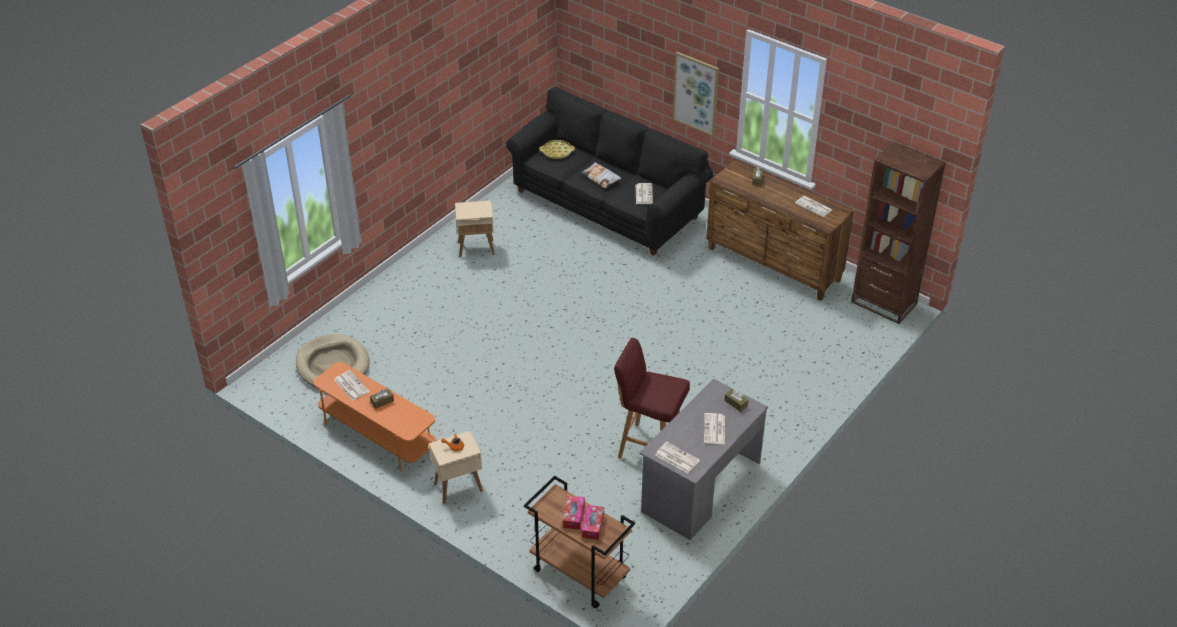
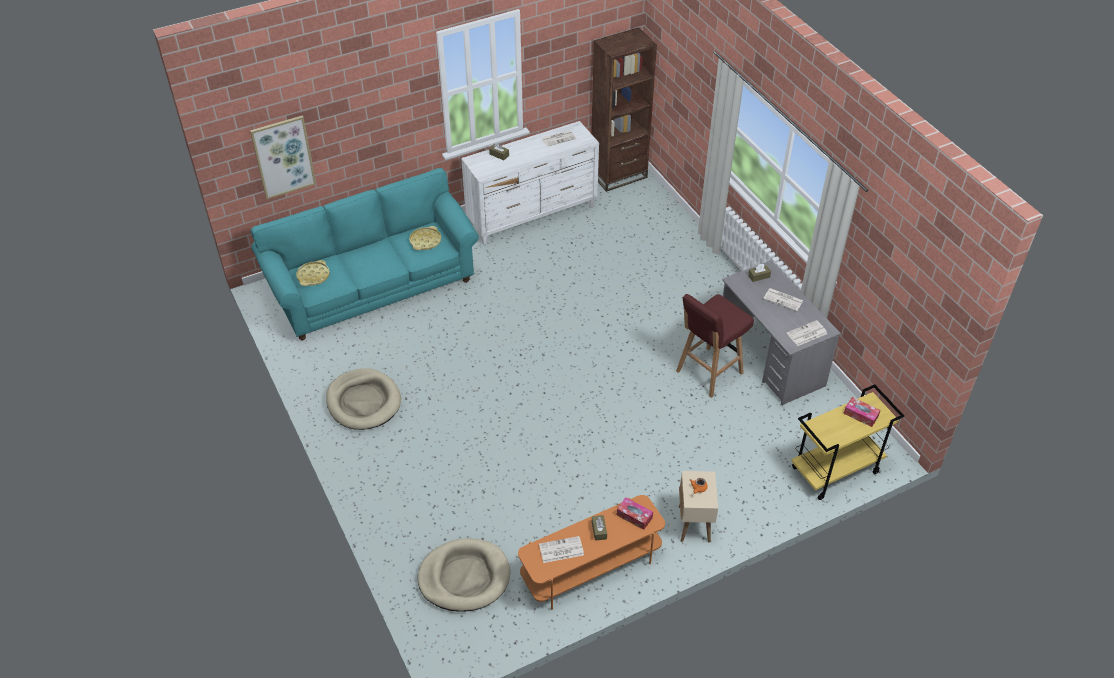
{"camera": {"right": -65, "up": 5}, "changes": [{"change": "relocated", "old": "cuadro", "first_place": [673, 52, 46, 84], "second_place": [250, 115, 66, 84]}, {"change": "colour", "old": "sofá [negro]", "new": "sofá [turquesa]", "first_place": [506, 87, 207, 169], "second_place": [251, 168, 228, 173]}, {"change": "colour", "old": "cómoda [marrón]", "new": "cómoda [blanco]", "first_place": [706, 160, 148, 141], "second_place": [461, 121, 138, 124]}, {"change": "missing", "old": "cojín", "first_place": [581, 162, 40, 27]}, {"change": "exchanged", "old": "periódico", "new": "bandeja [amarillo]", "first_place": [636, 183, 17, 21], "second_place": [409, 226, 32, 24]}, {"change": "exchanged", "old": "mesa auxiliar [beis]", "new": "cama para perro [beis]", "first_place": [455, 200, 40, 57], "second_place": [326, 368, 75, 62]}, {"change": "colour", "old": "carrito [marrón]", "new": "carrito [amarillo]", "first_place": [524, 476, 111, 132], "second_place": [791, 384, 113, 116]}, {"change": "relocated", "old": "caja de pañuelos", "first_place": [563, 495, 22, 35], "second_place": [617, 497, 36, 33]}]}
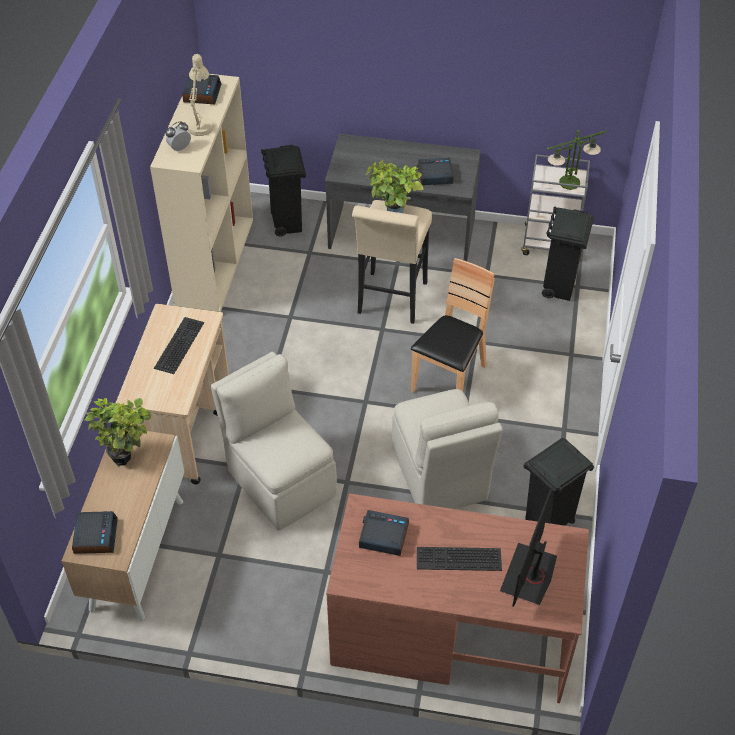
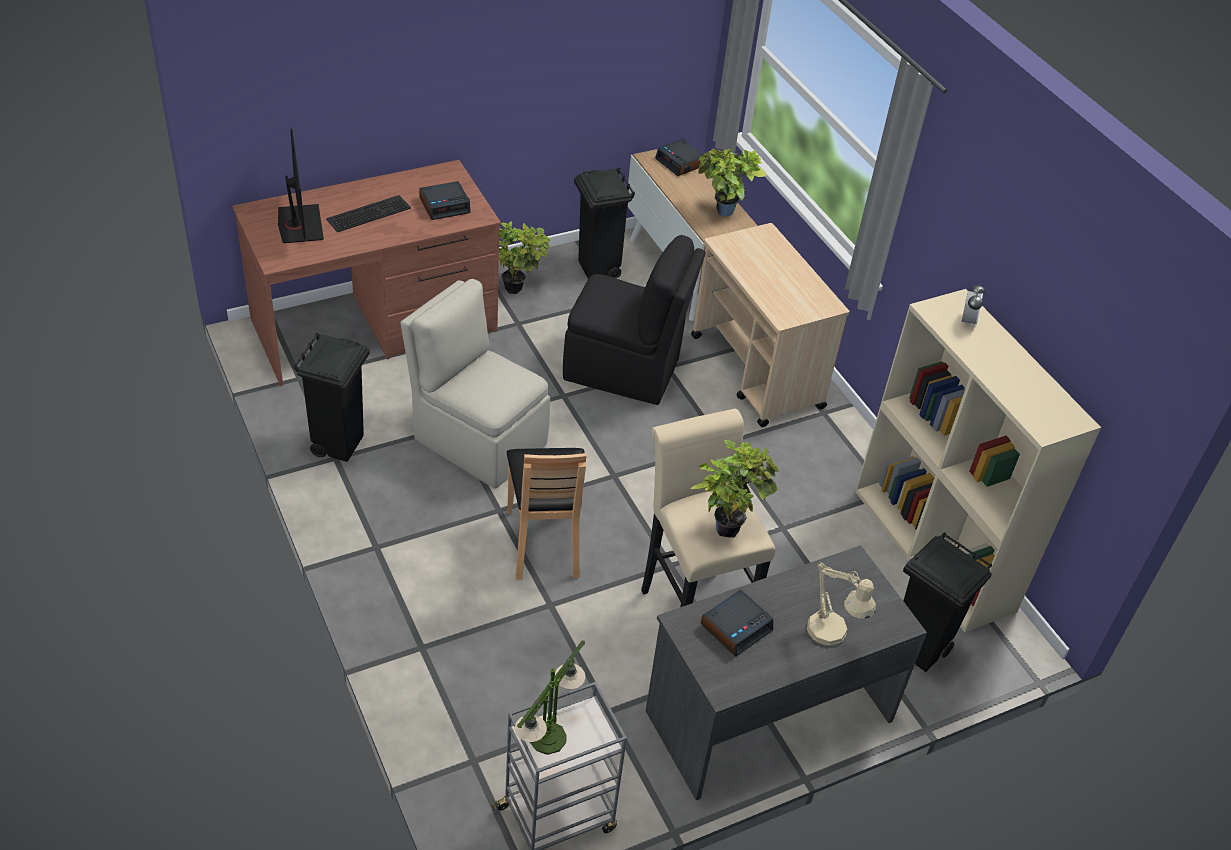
{"camera": {"right": 140, "up": -5}, "changes": [{"change": "relocated", "old": "lámpara de mesa [beis]", "first_place": [188, 54, 26, 82], "second_place": [807, 562, 69, 84]}, {"change": "missing", "old": "despertador", "first_place": [182, 75, 39, 29]}, {"change": "relocated", "old": "papelera [negro]", "first_place": [542, 206, 52, 95], "second_place": [574, 167, 61, 112]}, {"change": "missing", "old": "teclado", "first_place": [154, 317, 50, 57]}, {"change": "colour", "old": "silla [beis]", "new": "silla [negro]", "first_place": [211, 352, 126, 179], "second_place": [563, 235, 143, 170]}, {"change": "appeared", "new": "planta en maceta", "second_place": [499, 221, 51, 73]}]}
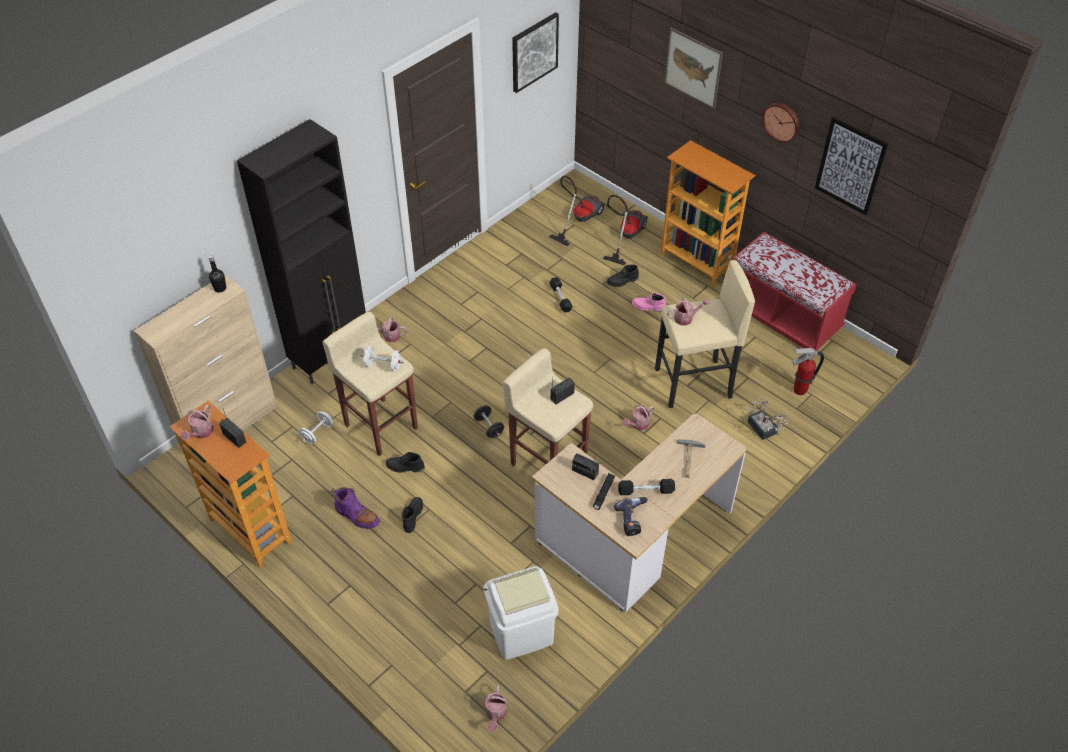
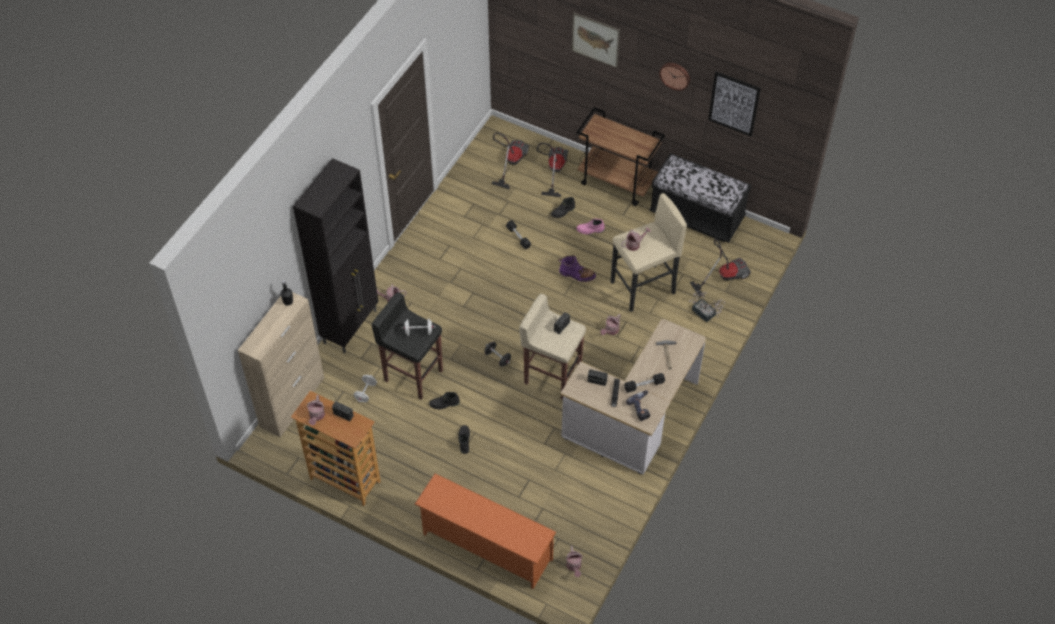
{"camera": {"right": -15, "up": 5}, "changes": [{"change": "missing", "old": "cuadro", "first_place": [512, 12, 47, 81]}, {"change": "exchanged", "old": "estantería", "new": "carrito [marrón]", "first_place": [661, 140, 95, 147], "second_place": [577, 107, 88, 99]}, {"change": "colour", "old": "banco [rojo]", "new": "banco [negro]", "first_place": [732, 232, 125, 119], "second_place": [649, 153, 102, 90]}, {"change": "colour", "old": "taburete [beis]", "new": "taburete [negro]", "first_place": [323, 312, 95, 144], "second_place": [371, 292, 72, 108]}, {"change": "exchanged", "old": "extintor", "new": "aspiradora", "first_place": [792, 348, 32, 47], "second_place": [690, 239, 61, 57]}, {"change": "relocated", "old": "bota [morado]", "first_place": [331, 487, 49, 42], "second_place": [558, 255, 38, 27]}, {"change": "missing", "old": "papelera [blanco]", "first_place": [484, 566, 75, 94]}, {"change": "appeared", "new": "zapatero [naranja]", "second_place": [415, 473, 141, 116]}]}
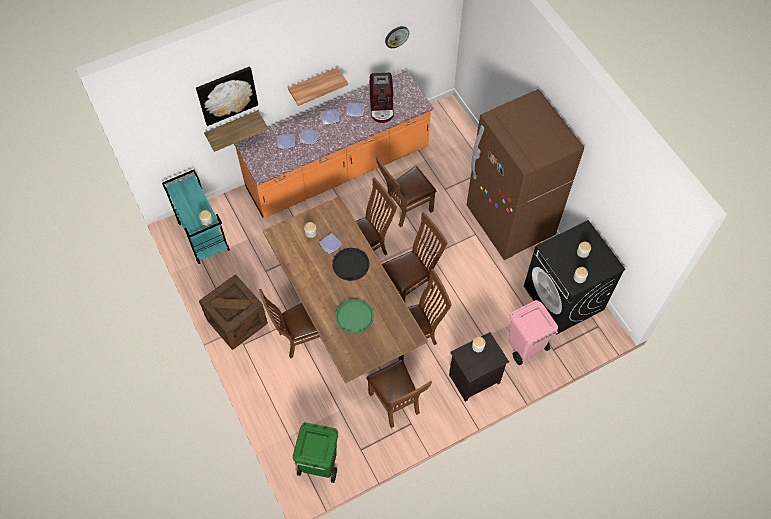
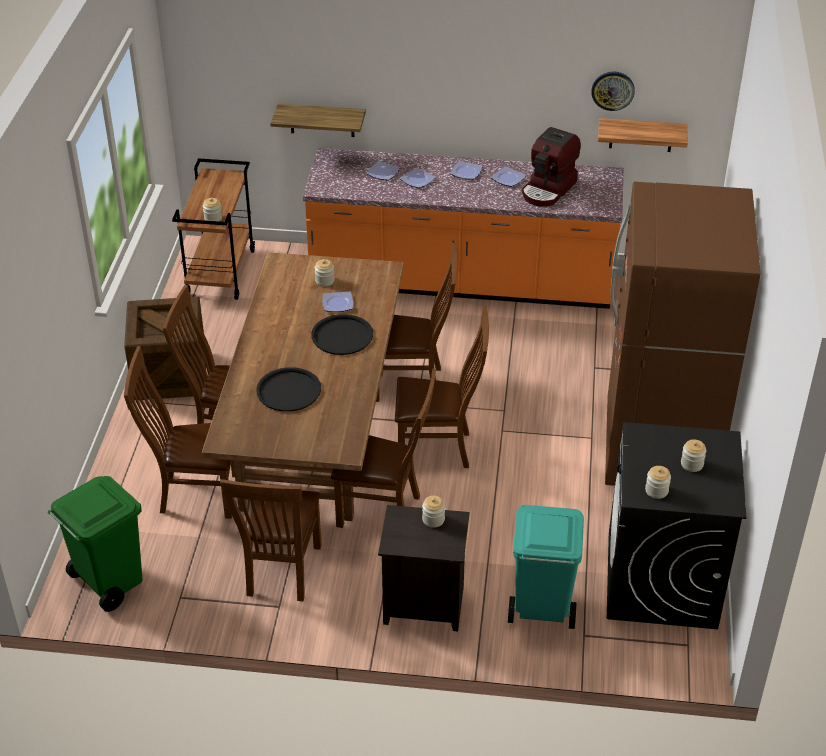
{"camera": {"right": 35, "up": -20}, "changes": [{"change": "missing", "old": "cuadro", "first_place": [196, 66, 62, 60]}, {"change": "relocated", "old": "estante", "first_place": [288, 67, 60, 39], "second_place": [598, 118, 90, 34]}, {"change": "relocated", "old": "silla [marrón]", "first_place": [376, 156, 61, 71], "second_place": [124, 346, 111, 172]}, {"change": "colour", "old": "carrito [turquesa]", "new": "carrito [marrón]", "first_place": [162, 170, 68, 94], "second_place": [172, 158, 83, 142]}, {"change": "colour", "old": "bandeja [verde]", "new": "bandeja [negro]", "first_place": [336, 299, 38, 35], "second_place": [256, 367, 65, 45]}, {"change": "colour", "old": "papelera [rosa]", "new": "papelera [turquesa]", "first_place": [509, 300, 49, 65], "second_place": [508, 505, 76, 124]}]}
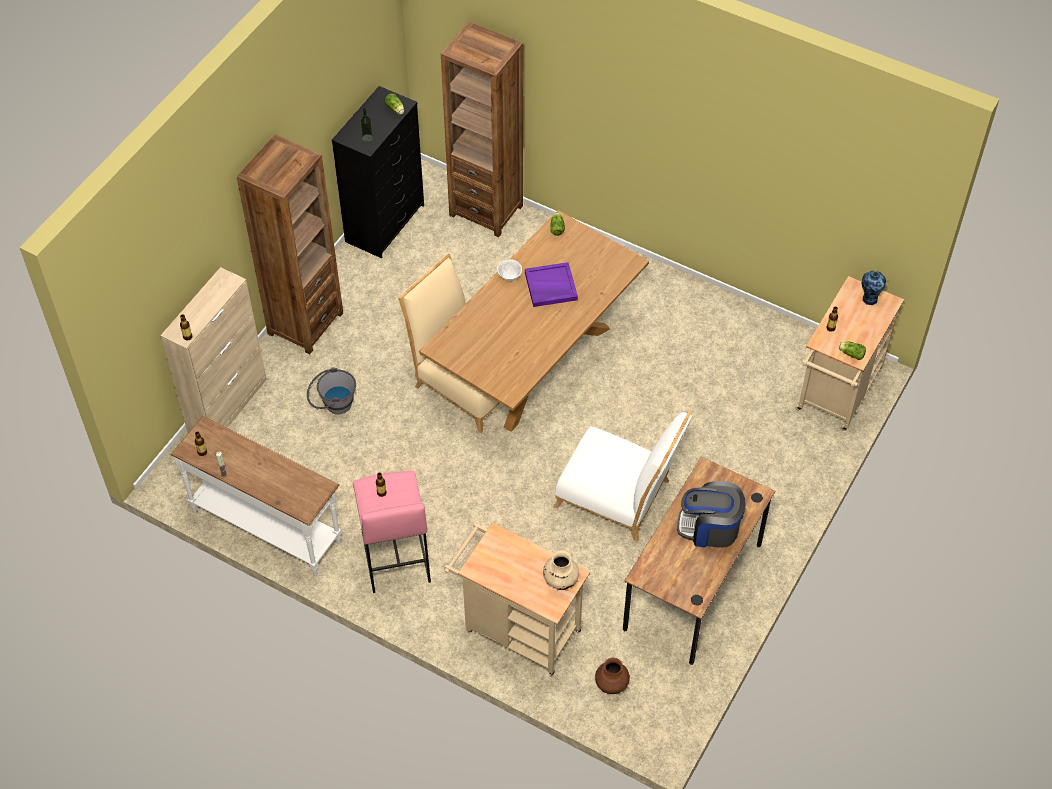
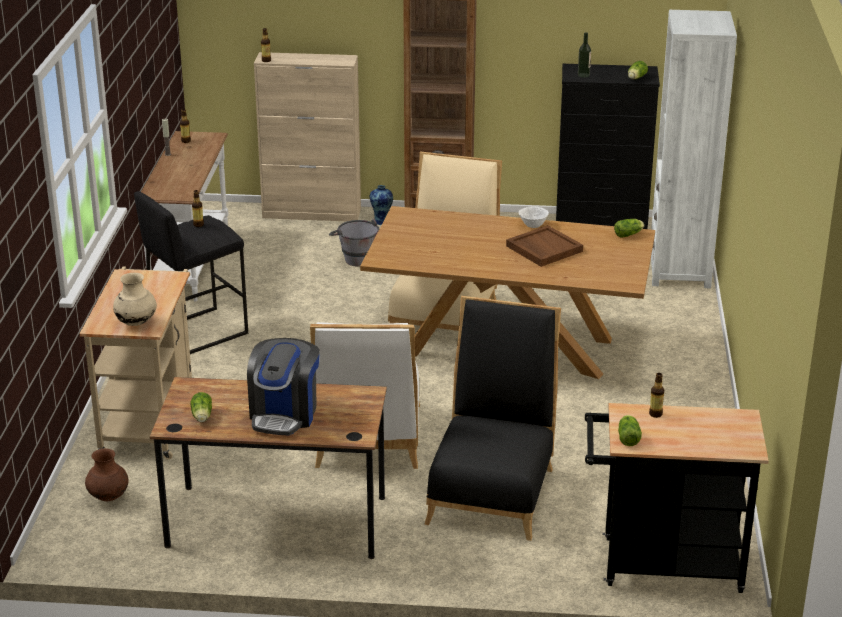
{"camera": {"right": 65, "up": -25}, "changes": [{"change": "colour", "old": "estantería [marrón]", "new": "estantería [blanco]", "first_place": [441, 22, 82, 215], "second_place": [651, 10, 86, 279]}, {"change": "colour", "old": "bandeja [morado]", "new": "bandeja [marrón]", "first_place": [525, 262, 53, 45], "second_place": [506, 225, 77, 42]}, {"change": "relocated", "old": "florero", "first_place": [862, 271, 24, 34], "second_place": [370, 185, 23, 40]}, {"change": "colour", "old": "carrito [beis]", "new": "carrito [negro]", "first_place": [795, 276, 109, 155], "second_place": [585, 403, 184, 190]}, {"change": "colour", "old": "taburete [rosa]", "new": "taburete [negro]", "first_place": [353, 471, 78, 122], "second_place": [134, 191, 114, 163]}, {"change": "spun", "old": "cafetera", "first_place": [677, 481, 69, 67], "second_place": [247, 338, 73, 98], "degrees": -150}, {"change": "appeared", "new": "silla [negro]", "second_place": [424, 296, 137, 245]}, {"change": "appeared", "new": "lechuga", "second_place": [190, 392, 22, 30]}]}
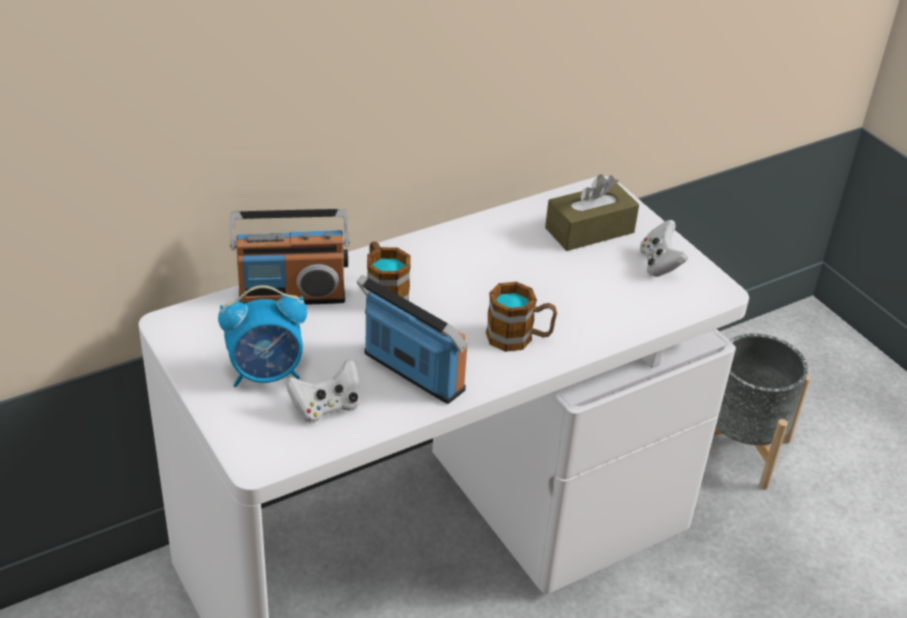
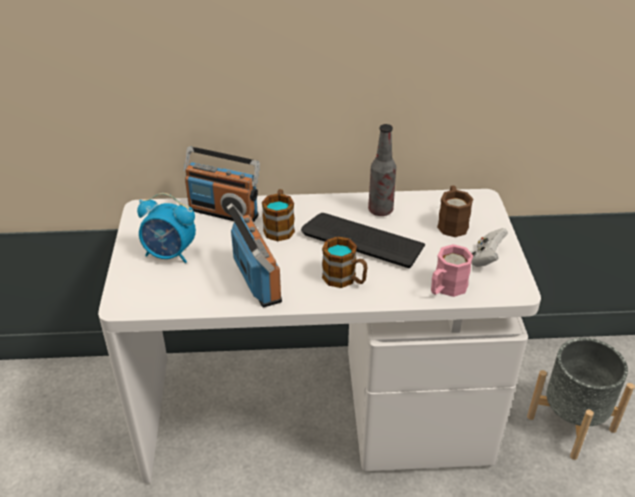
{"camera": {"right": 30, "up": 0}, "changes": [{"change": "exchanged", "old": "caja de pañuelos [marrón]", "new": "taza grande [marrón]", "first_place": [545, 174, 94, 77], "second_place": [437, 186, 36, 51]}, {"change": "missing", "old": "mando de consola [blanco]", "first_place": [286, 359, 74, 64]}, {"change": "appeared", "new": "botella", "second_place": [368, 124, 28, 92]}, {"change": "appeared", "new": "teclado", "second_place": [301, 213, 124, 55]}, {"change": "appeared", "new": "taza grande [rosa]", "second_place": [431, 244, 42, 53]}]}
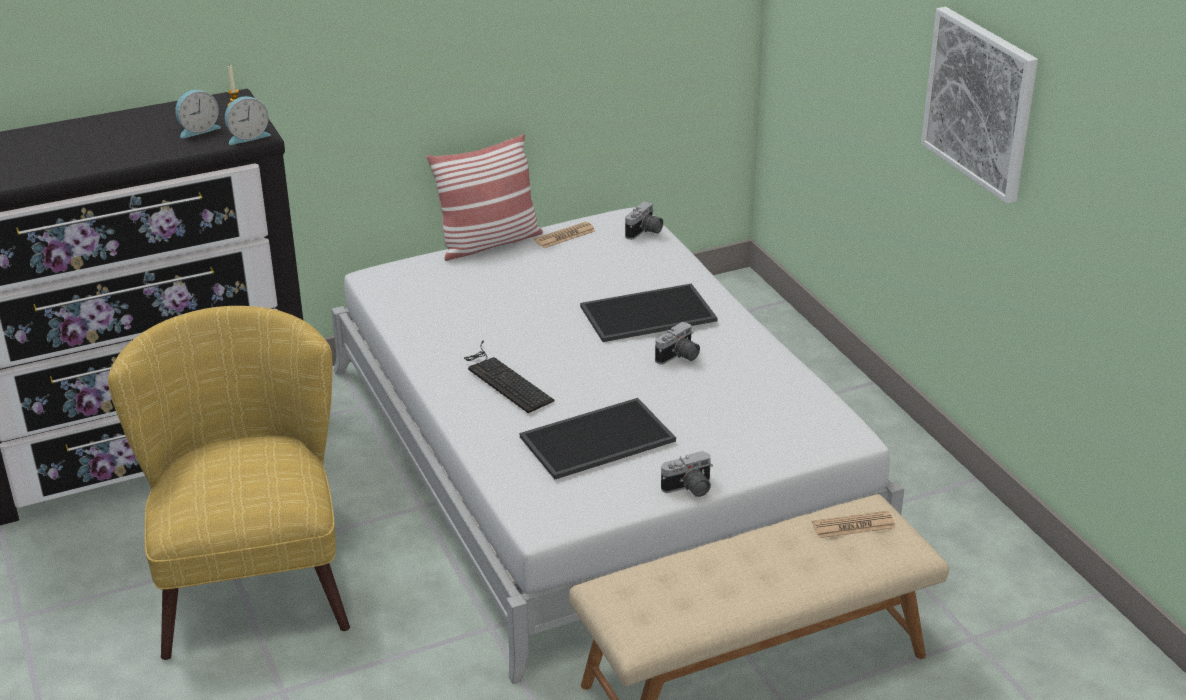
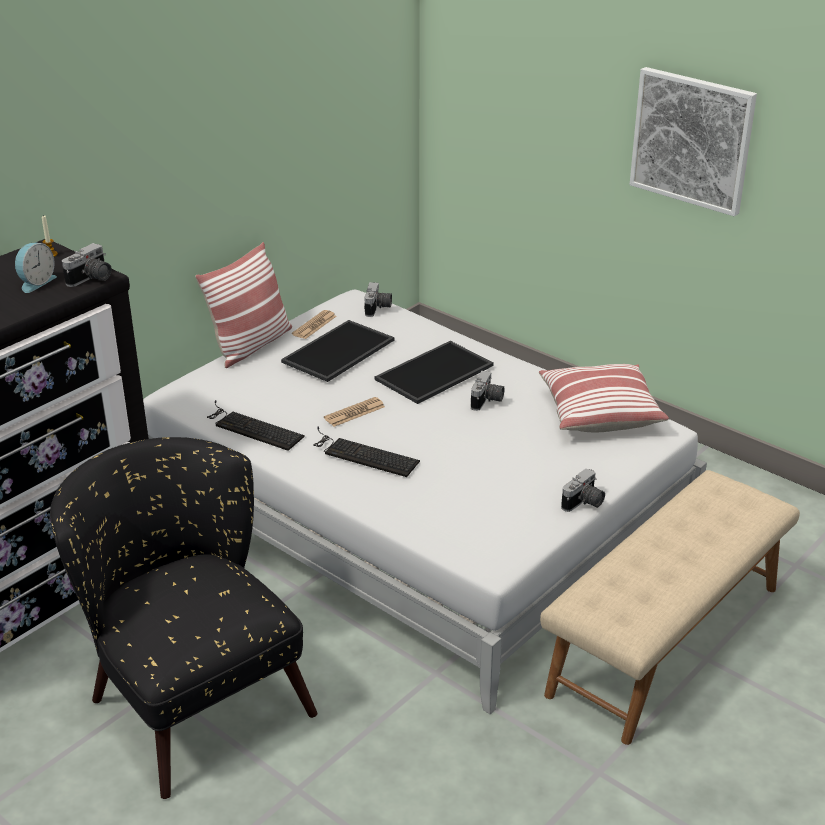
{"camera": {"right": -25, "up": 0}, "changes": [{"change": "exchanged", "old": "despertador", "new": "cámara", "first_place": [225, 96, 46, 49], "second_place": [62, 243, 50, 44]}, {"change": "colour", "old": "sillón [amarillo]", "new": "sillón [negro]", "first_place": [108, 306, 242, 354], "second_place": [50, 437, 267, 362]}, {"change": "relocated", "old": "bandeja", "first_place": [520, 398, 156, 81], "second_place": [281, 320, 113, 62]}, {"change": "relocated", "old": "periódico", "first_place": [812, 511, 83, 27], "second_place": [324, 397, 61, 30]}, {"change": "appeared", "new": "cojín", "second_place": [539, 364, 130, 68]}, {"change": "appeared", "new": "teclado", "second_place": [207, 400, 98, 51]}]}
